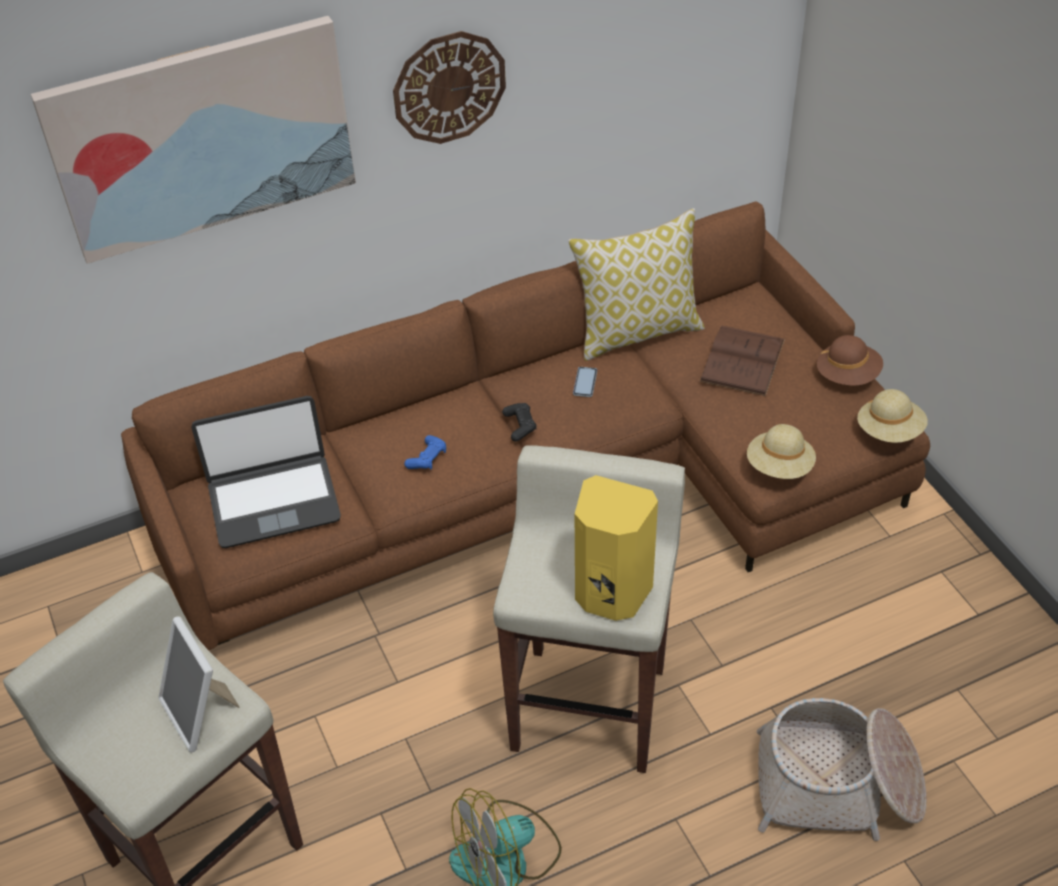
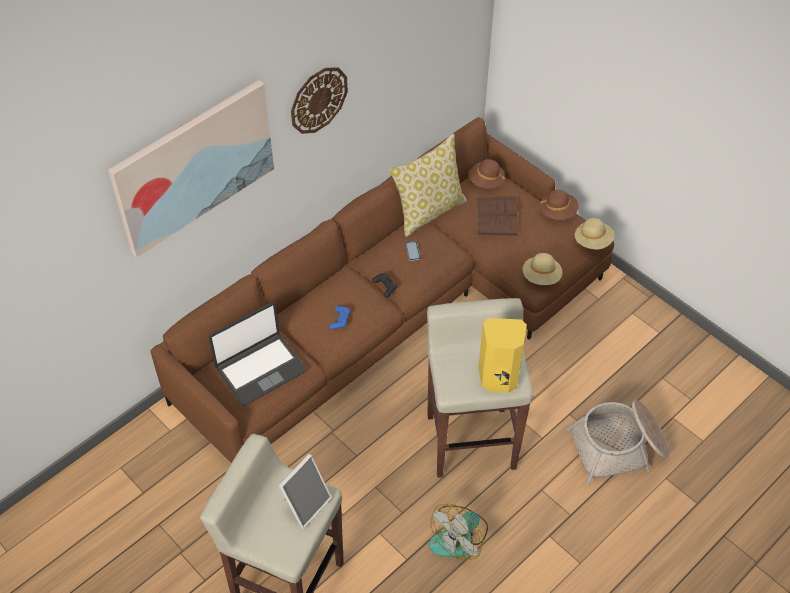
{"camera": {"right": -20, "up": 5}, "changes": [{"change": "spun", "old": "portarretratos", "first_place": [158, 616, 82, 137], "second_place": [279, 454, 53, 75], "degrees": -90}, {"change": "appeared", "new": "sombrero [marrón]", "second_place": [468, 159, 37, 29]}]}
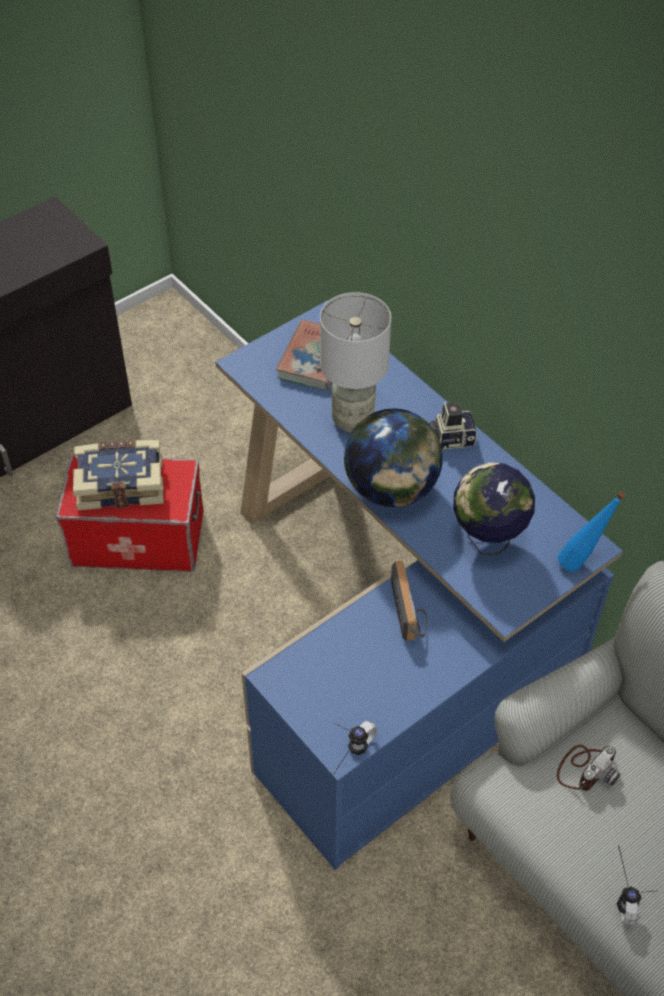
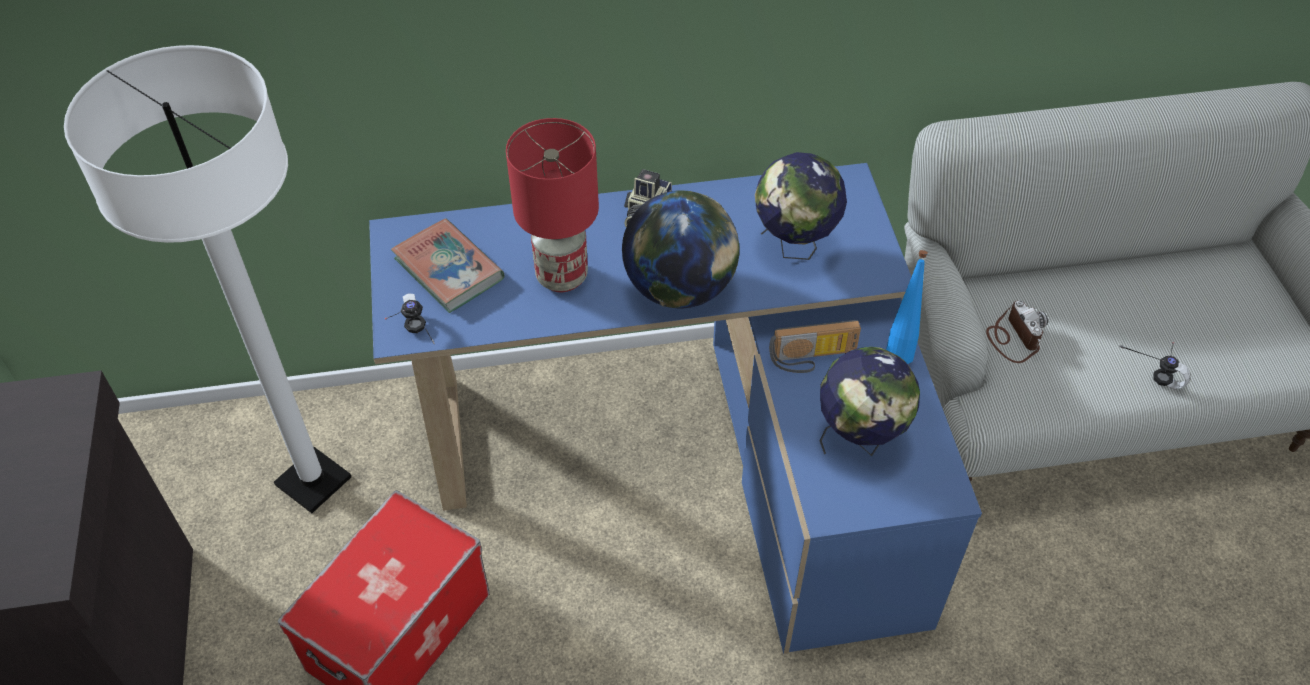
{"camera": {"right": -60, "up": 0}, "changes": [{"change": "colour", "old": "lámpara de mesa [gris]", "new": "lámpara de mesa [rojo]", "first_place": [320, 292, 71, 140], "second_place": [506, 118, 93, 174]}, {"change": "missing", "old": "libro", "first_place": [73, 440, 91, 70]}, {"change": "relocated", "old": "botella [azul]", "first_place": [558, 491, 67, 80], "second_place": [886, 250, 42, 114]}, {"change": "spun", "old": "radio", "first_place": [391, 561, 36, 80], "second_place": [769, 320, 92, 53], "degrees": 150}, {"change": "relocated", "old": "auriculares", "first_place": [333, 721, 44, 54], "second_place": [385, 293, 50, 51]}, {"change": "appeared", "new": "lámpara de pie [blanco]", "second_place": [64, 45, 287, 468]}, {"change": "appeared", "new": "globo terráqueo", "second_place": [819, 347, 101, 109]}]}
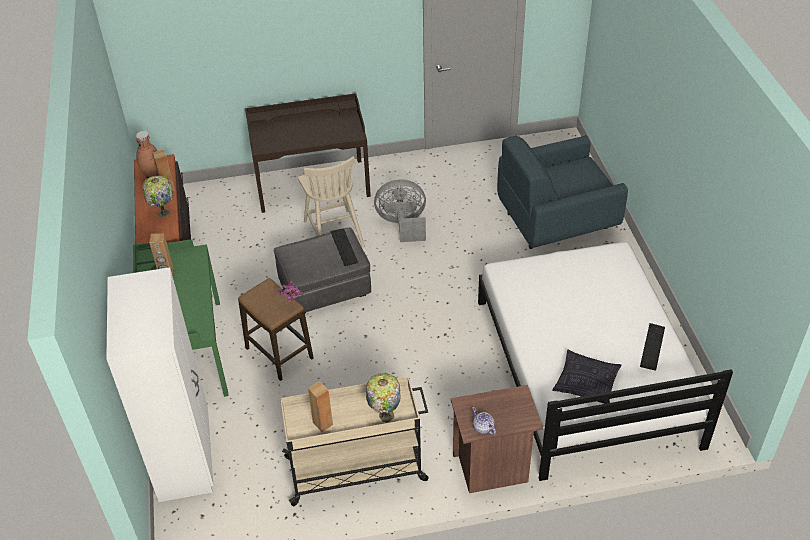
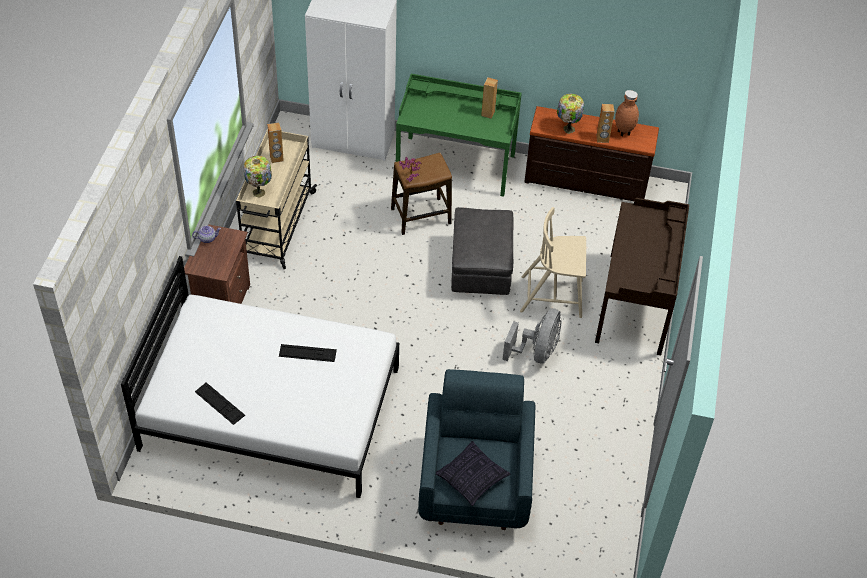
{"camera": {"right": 110, "up": 5}, "changes": [{"change": "relocated", "old": "teclado", "first_place": [330, 228, 28, 38], "second_place": [279, 344, 58, 18]}, {"change": "relocated", "old": "cojín", "first_place": [552, 349, 70, 55], "second_place": [436, 441, 75, 65]}]}
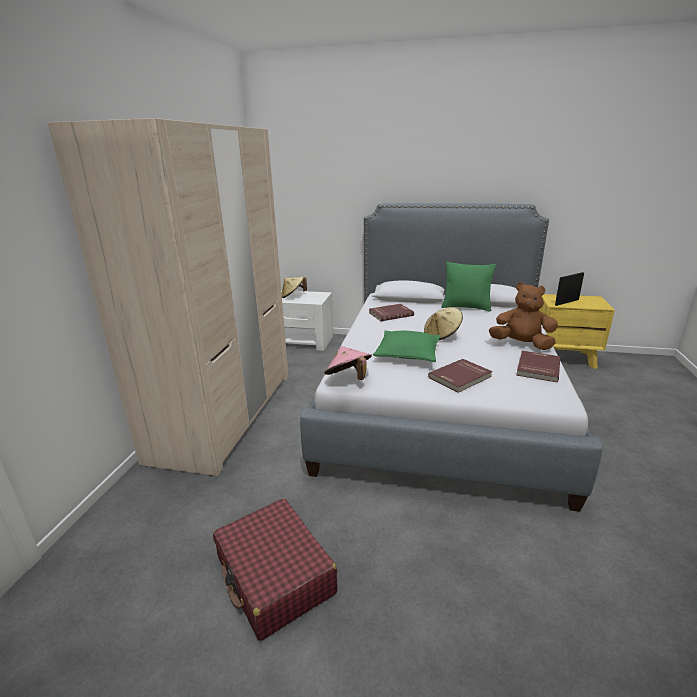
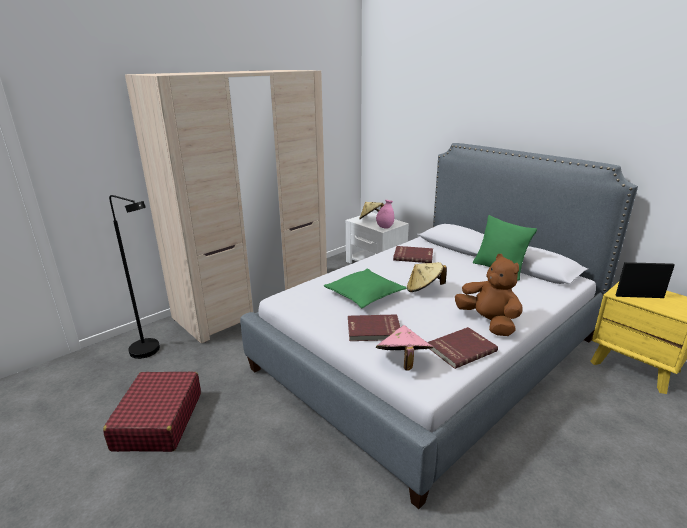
{"camera": {"right": 35, "up": 0}, "changes": [{"change": "relocated", "old": "sombrero [rosa]", "first_place": [324, 346, 48, 34], "second_place": [376, 325, 57, 46]}, {"change": "appeared", "new": "lámpara de pie [negro]", "second_place": [109, 195, 51, 164]}, {"change": "appeared", "new": "florero [rosa]", "second_place": [376, 200, 18, 29]}]}
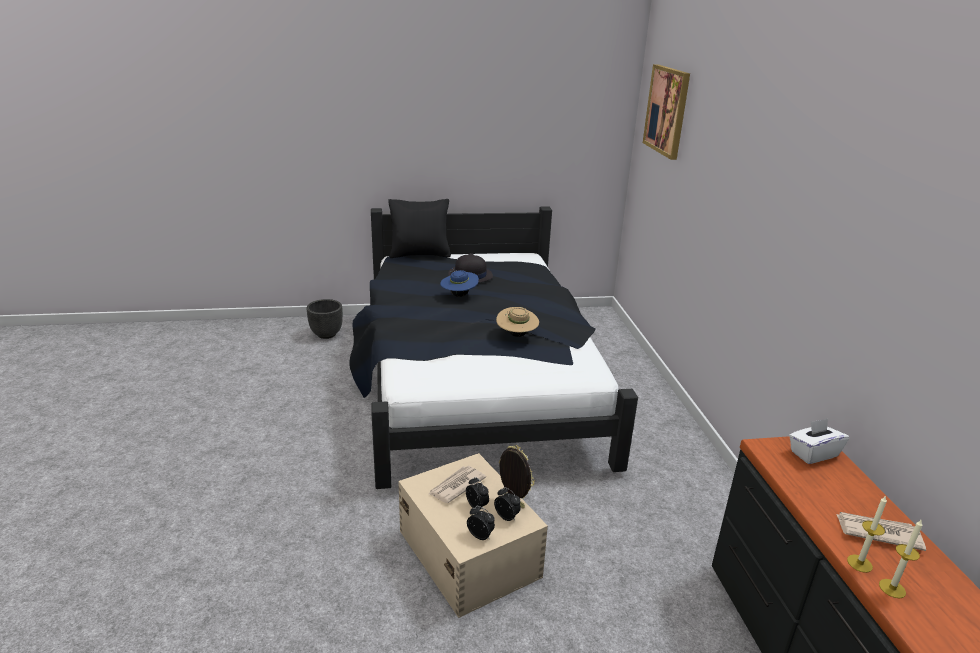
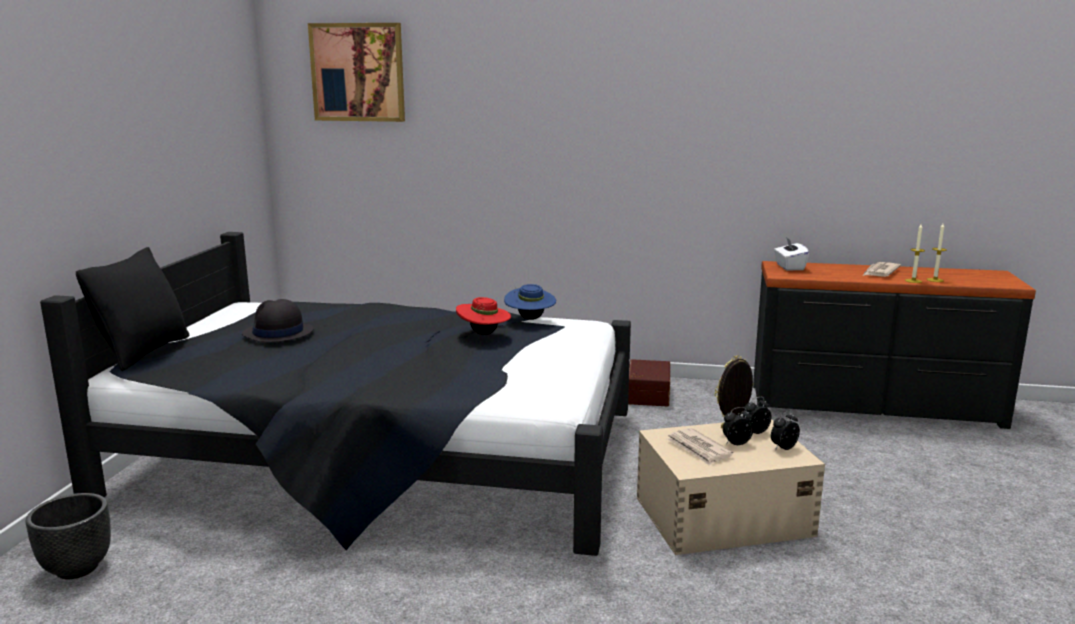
{"camera": {"right": -70, "up": -10}, "changes": [{"change": "relocated", "old": "sombrero [azul]", "first_place": [440, 269, 39, 28], "second_place": [504, 284, 52, 36]}, {"change": "colour", "old": "sombrero [beis]", "new": "sombrero [rojo]", "first_place": [496, 307, 43, 30], "second_place": [456, 297, 55, 38]}, {"change": "appeared", "new": "caja de almacenaje [marrón]", "second_place": [628, 359, 42, 48]}]}
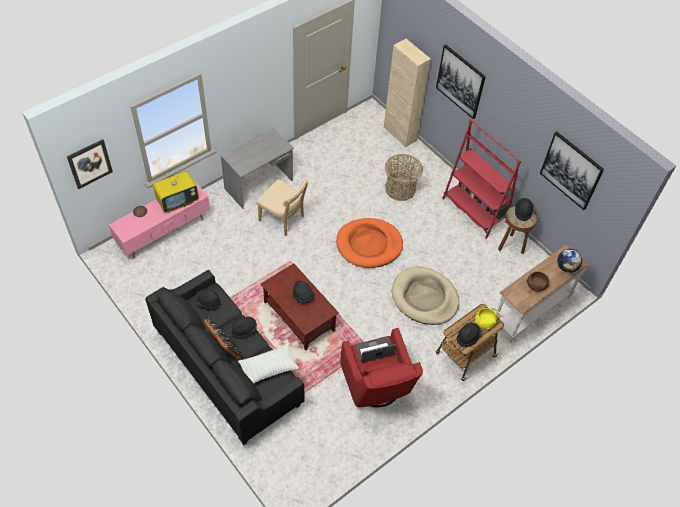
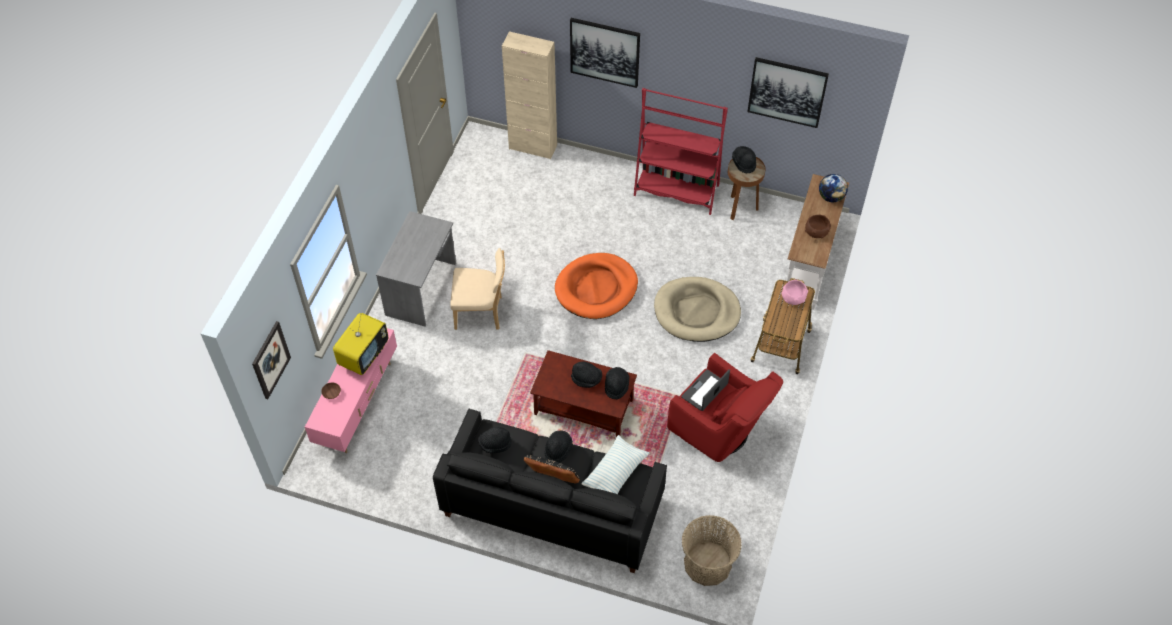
{"camera": {"right": -30, "up": 0}, "changes": [{"change": "relocated", "old": "cesta", "first_place": [385, 154, 38, 47], "second_place": [681, 515, 61, 71]}, {"change": "colour", "old": "cuenco [amarillo]", "new": "cuenco [rosa]", "first_place": [475, 308, 22, 21], "second_place": [781, 279, 27, 26]}, {"change": "relocated", "old": "sombrero [negro]", "first_place": [457, 323, 24, 24], "second_place": [605, 367, 24, 33]}]}
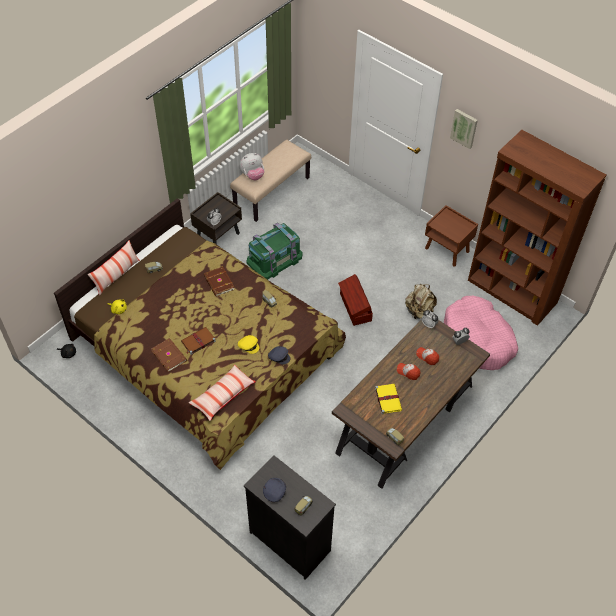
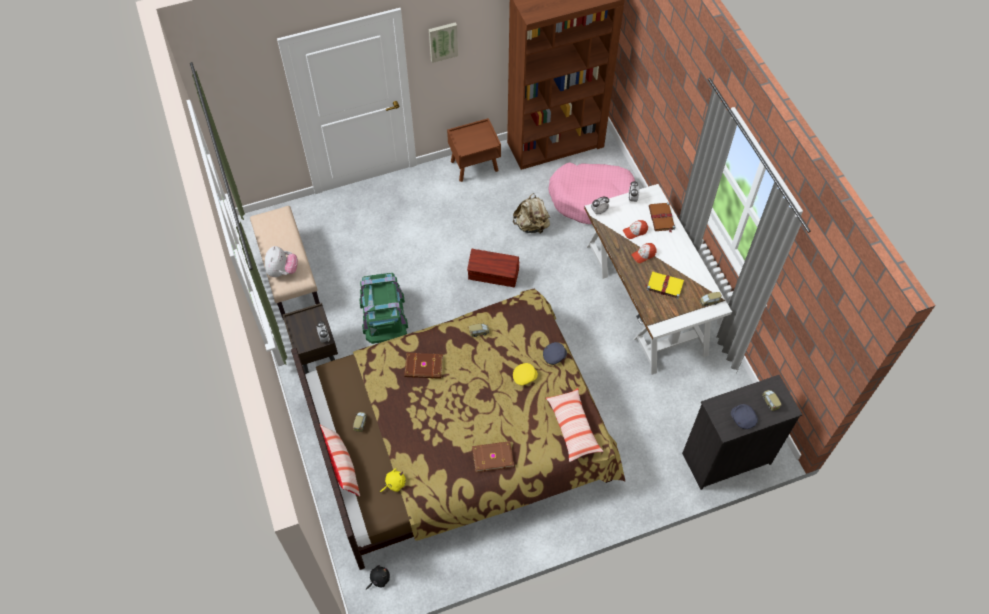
{"camera": {"right": -60, "up": 5}, "changes": [{"change": "colour", "old": "escritorio [marrón]", "new": "escritorio [blanco]", "first_place": [332, 319, 158, 170], "second_place": [584, 184, 148, 191]}, {"change": "relocated", "old": "libro [marrón]", "first_place": [181, 327, 35, 28], "second_place": [649, 202, 26, 30]}]}
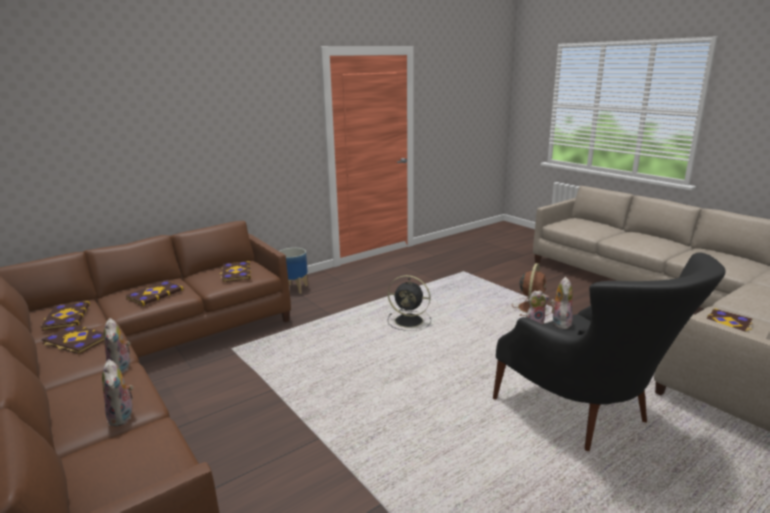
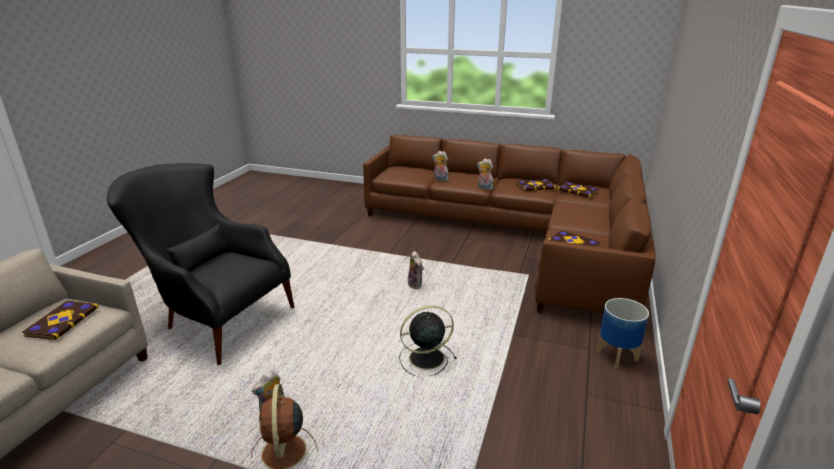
{"camera": {"right": 145, "up": 5}, "changes": [{"change": "relocated", "old": "peluche", "first_place": [551, 277, 22, 52], "second_place": [408, 251, 16, 38]}, {"change": "missing", "old": "libro", "first_place": [125, 280, 58, 26]}]}
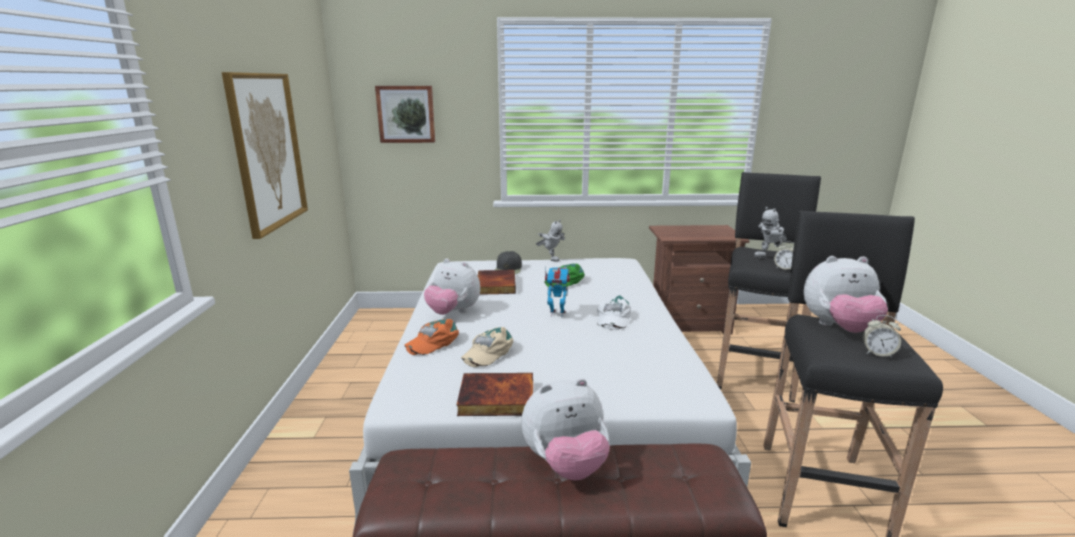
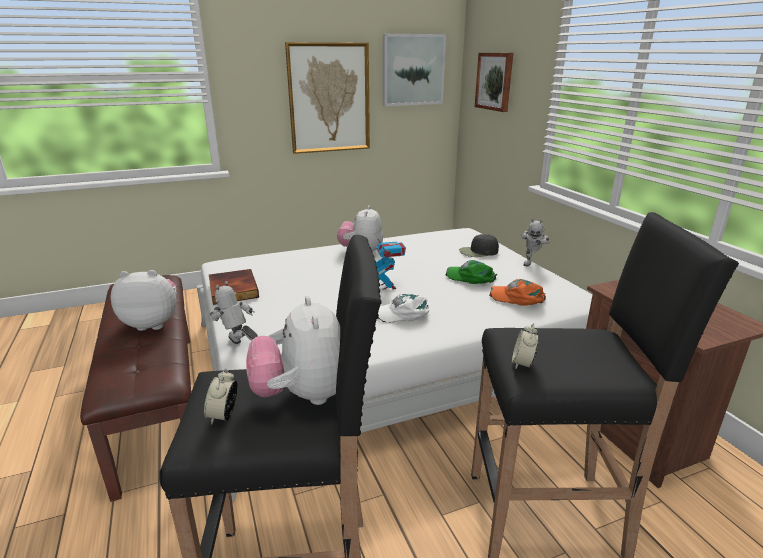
{"camera": {"right": 70, "up": 5}, "changes": [{"change": "relocated", "old": "robot de juguete", "first_place": [754, 207, 34, 51], "second_place": [210, 281, 48, 63]}, {"change": "missing", "old": "libro", "first_place": [478, 270, 38, 25]}, {"change": "relocated", "old": "gorra [naranja]", "first_place": [404, 319, 55, 36], "second_place": [489, 279, 57, 27]}, {"change": "missing", "old": "gorra [beis]", "first_place": [461, 327, 53, 40]}, {"change": "spun", "old": "peluche", "first_place": [521, 378, 89, 102], "second_place": [111, 270, 66, 61], "degrees": 120}, {"change": "appeared", "new": "cuadro", "second_place": [383, 34, 63, 72]}]}
